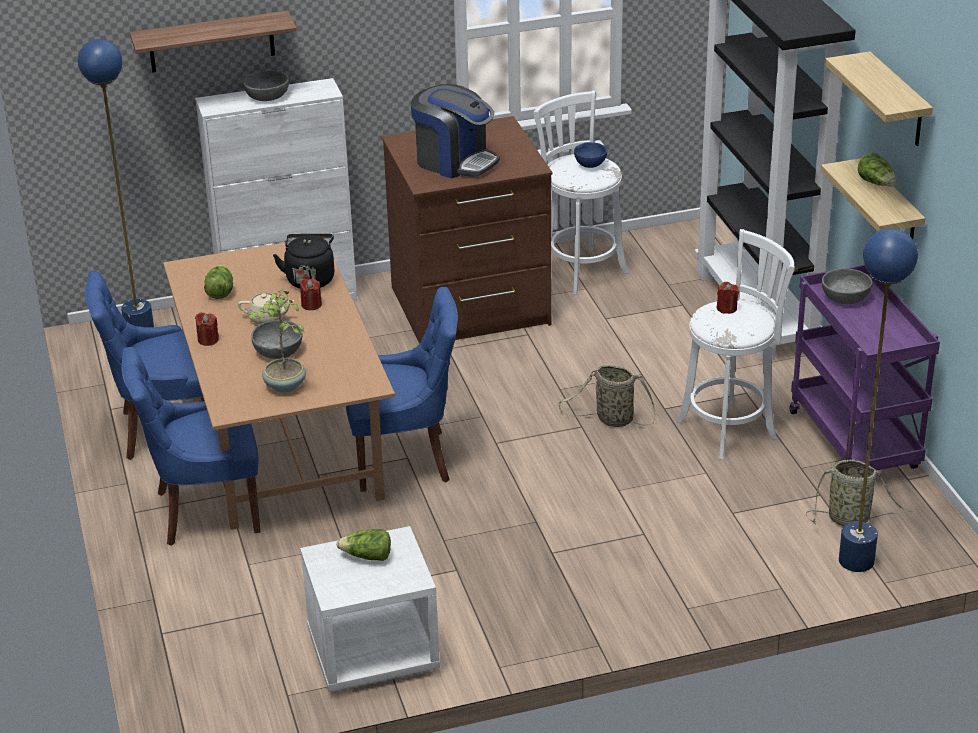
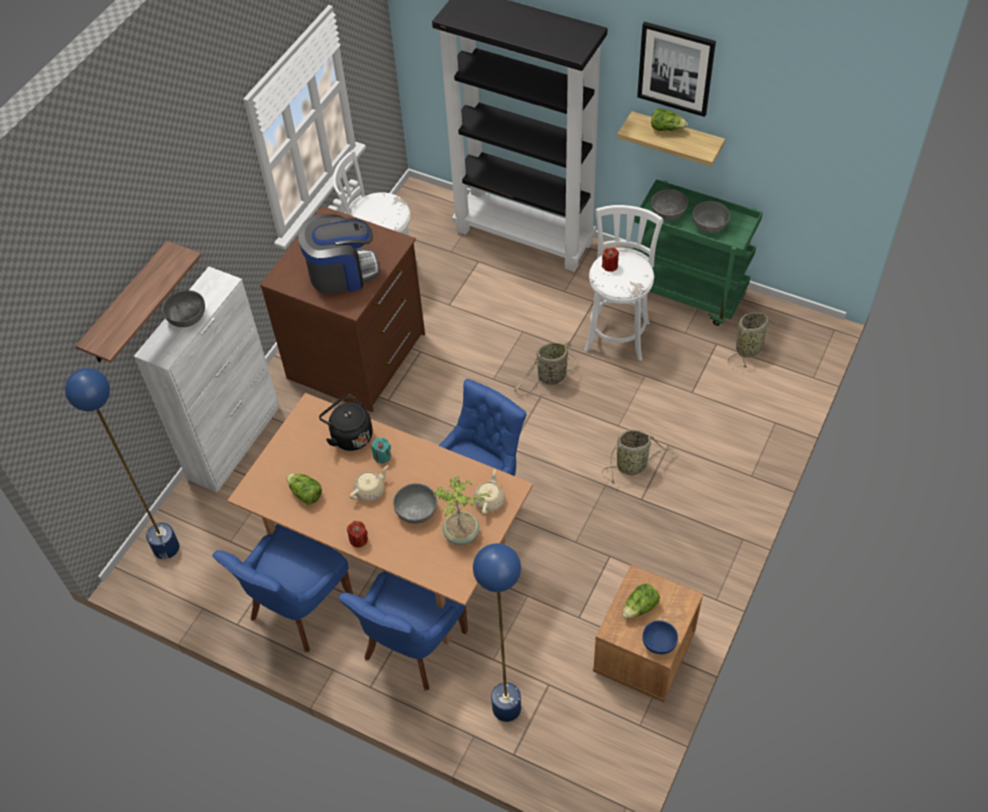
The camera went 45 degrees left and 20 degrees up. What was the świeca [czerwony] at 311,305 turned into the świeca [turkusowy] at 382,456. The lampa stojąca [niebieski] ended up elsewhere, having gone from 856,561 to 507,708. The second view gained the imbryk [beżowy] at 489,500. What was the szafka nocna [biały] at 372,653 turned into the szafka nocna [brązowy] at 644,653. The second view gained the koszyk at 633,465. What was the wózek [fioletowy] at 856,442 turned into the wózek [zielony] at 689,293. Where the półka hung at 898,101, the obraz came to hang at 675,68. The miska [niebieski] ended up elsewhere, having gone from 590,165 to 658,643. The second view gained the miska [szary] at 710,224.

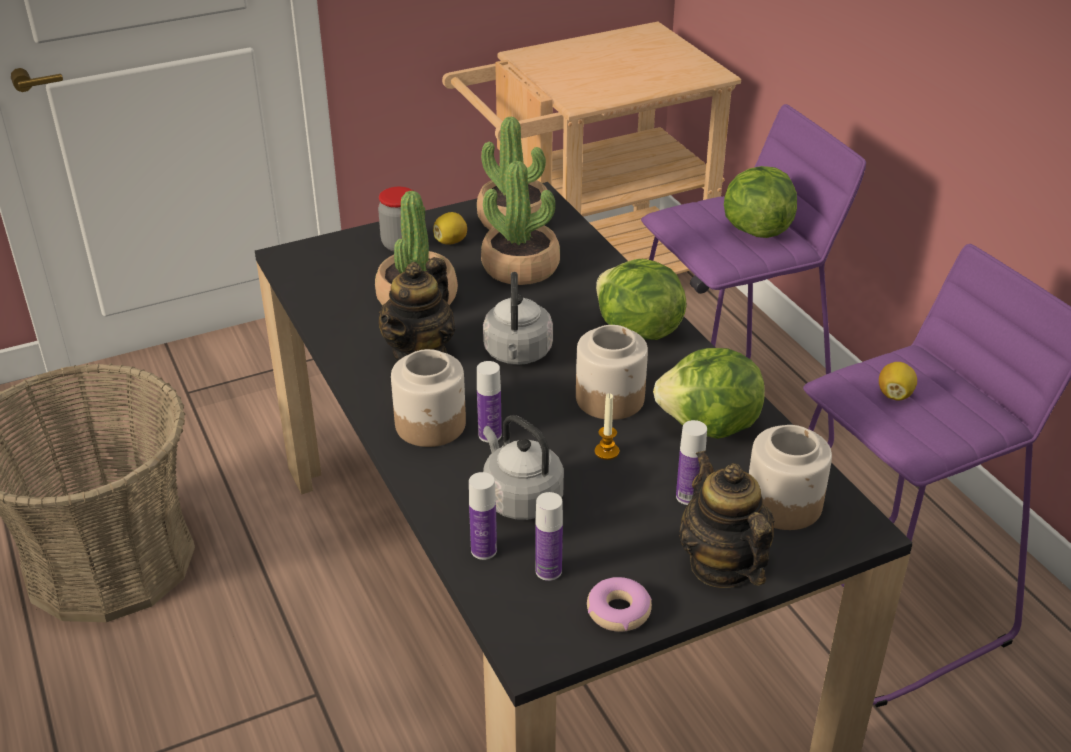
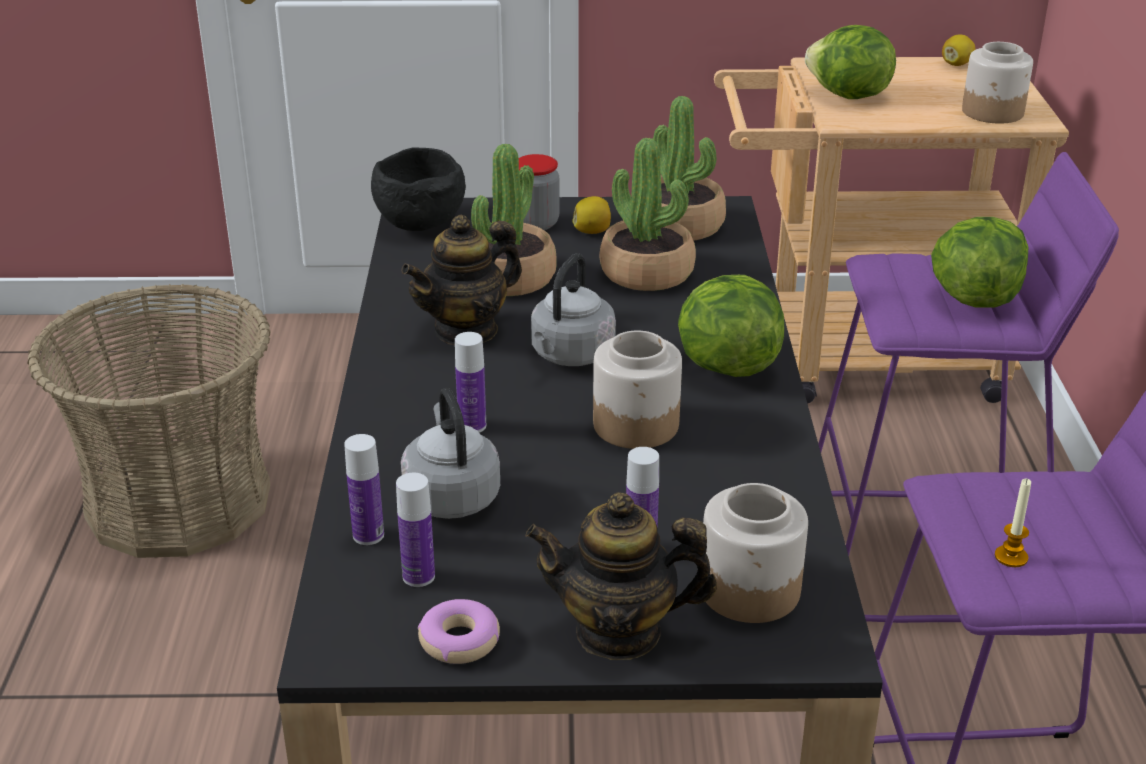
The camera went 25 degrees right and 5 degrees down. The second view gained the miska [czarny] at 418,223. The imbryk at 722,565 ended up facing another way, 90 degrees counterclockwise from before. The sałata ended up elsewhere, having gone from 709,427 to 848,96. The cytryna ended up elsewhere, having gone from 894,394 to 956,64. The słoik ended up elsewhere, having gone from 431,425 to 993,112. The świeca ended up elsewhere, having gone from 606,451 to 1011,557.

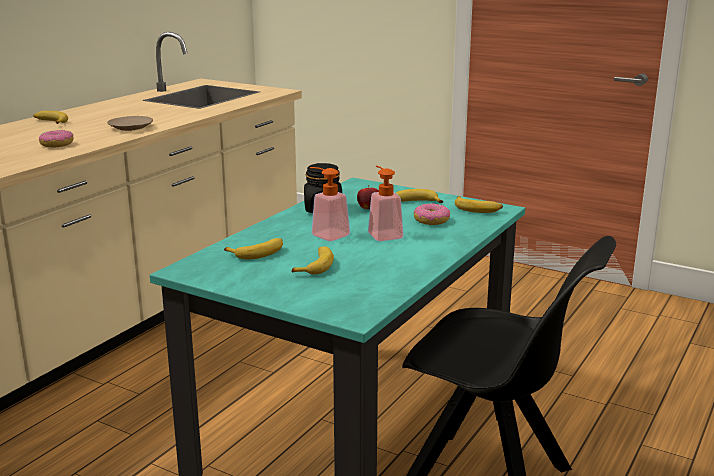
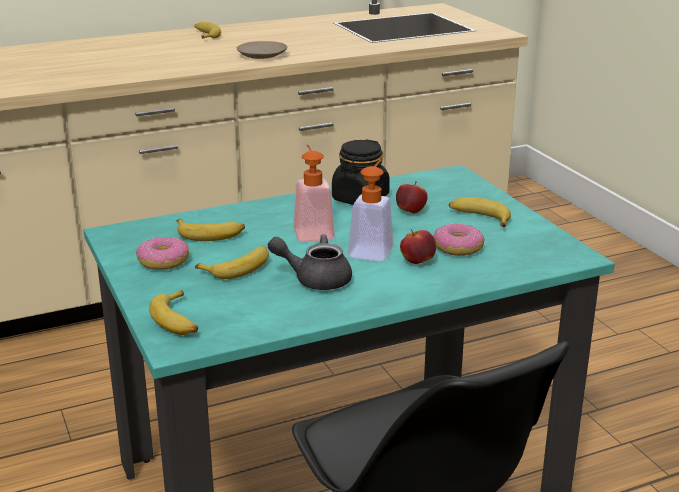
The camera went 35 degrees right and 5 degrees up. The donut ended up elsewhere, having gone from 57,144 to 164,261. The banan ended up elsewhere, having gone from 477,209 to 178,320. The second view gained the imbryk [szary] at 315,279. The second view gained the jabłko at 417,262.

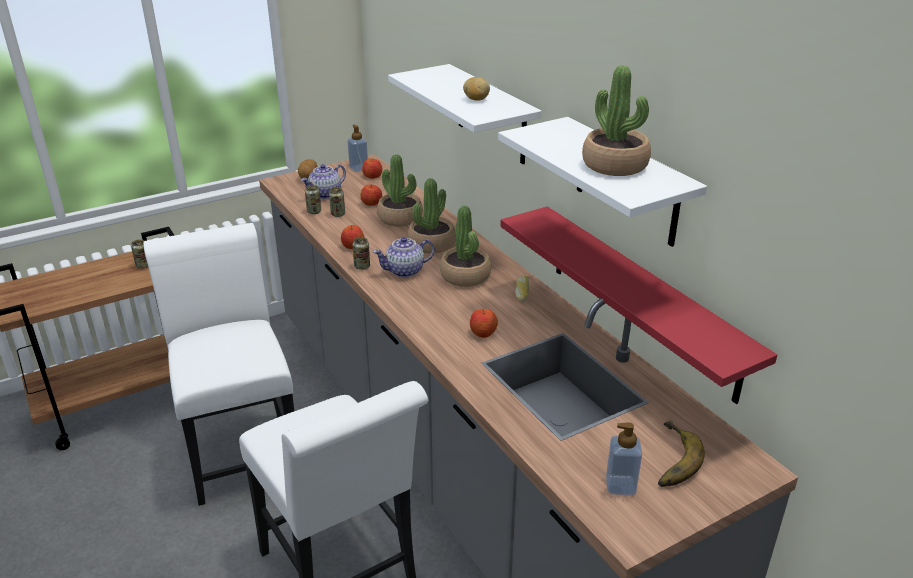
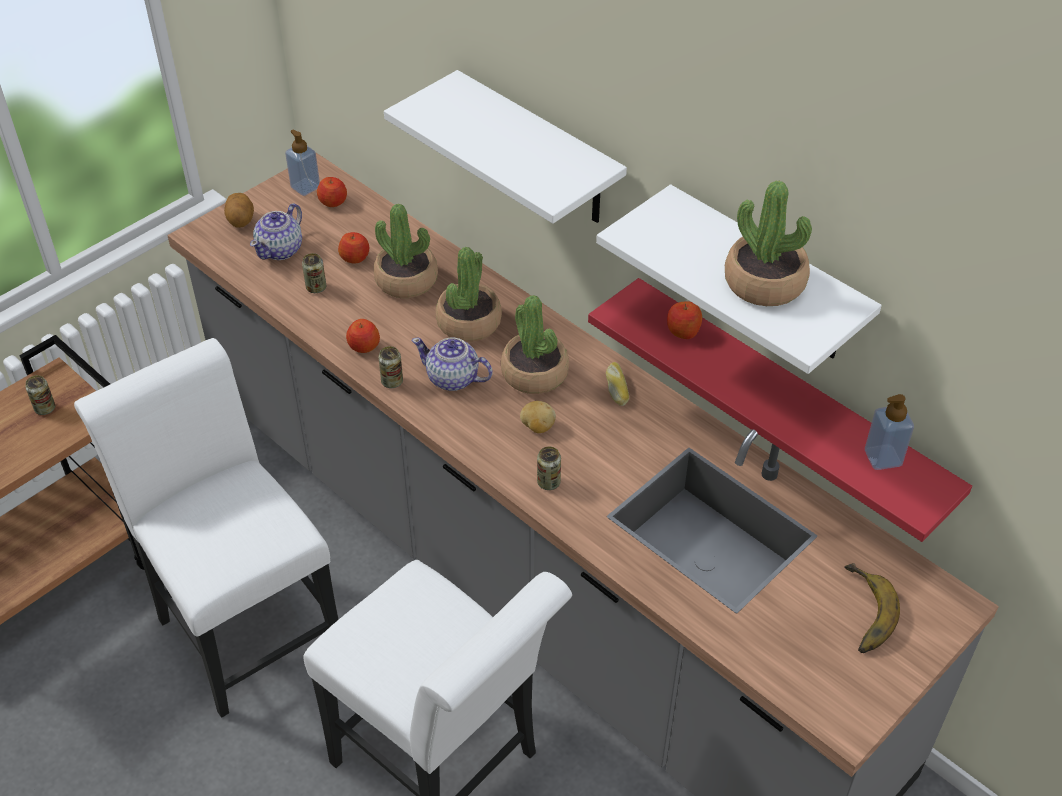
The camera went 15 degrees left and 15 degrees up. The imbryk at 405,271 ended up facing another way, 60 degrees clockwise from before. The ziemniak ended up elsewhere, having gone from 476,99 to 537,427. The puszka ended up elsewhere, having gone from 314,211 to 548,482. The jabłko ended up elsewhere, having gone from 483,332 to 683,331. The dozownik mydła ended up elsewhere, having gone from 620,485 to 883,457.

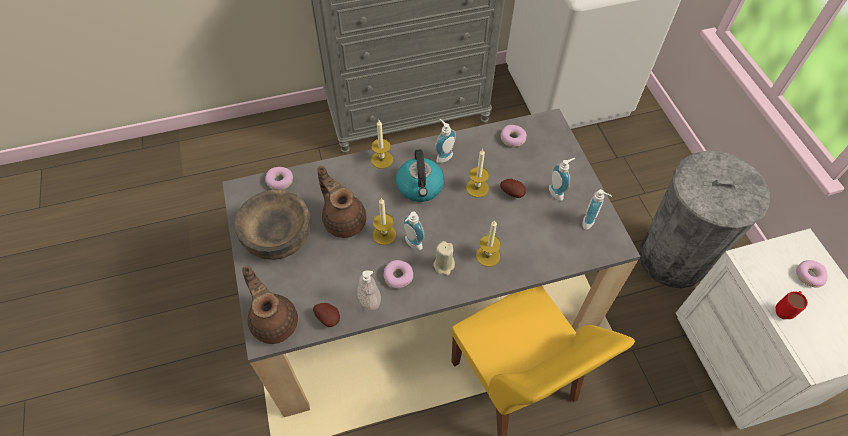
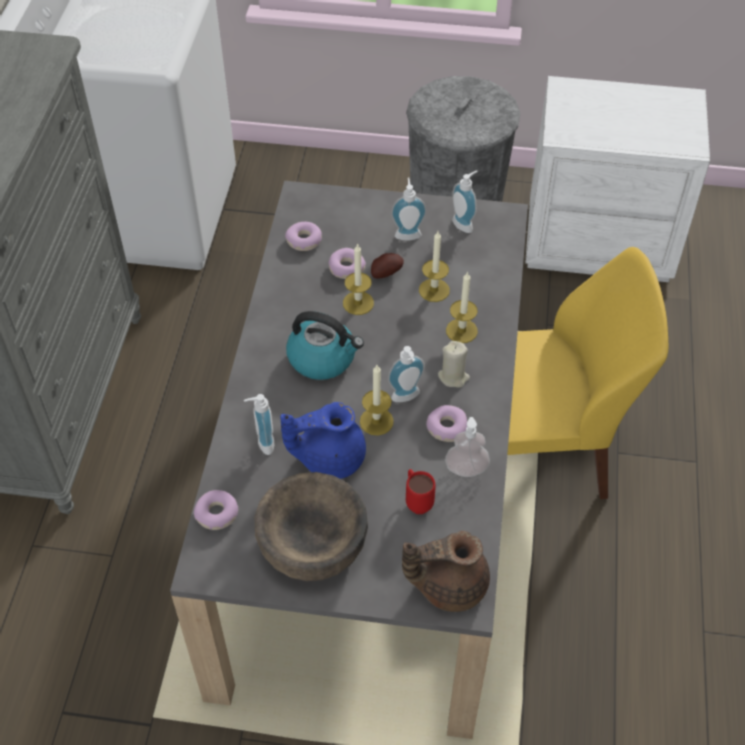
The camera went 65 degrees left and 5 degrees down. The dozownik mydła ended up elsewhere, having gone from 443,156 to 262,443. What was the imbryk [brązowy] at 344,220 turned into the imbryk [niebieski] at 329,457. The donut ended up elsewhere, having gone from 808,276 to 346,268. The kubek [czerwony] ended up elsewhere, having gone from 784,310 to 417,501. The świeca ended up elsewhere, having gone from 382,159 to 434,290. The second view lost the ziemniak at 329,318.

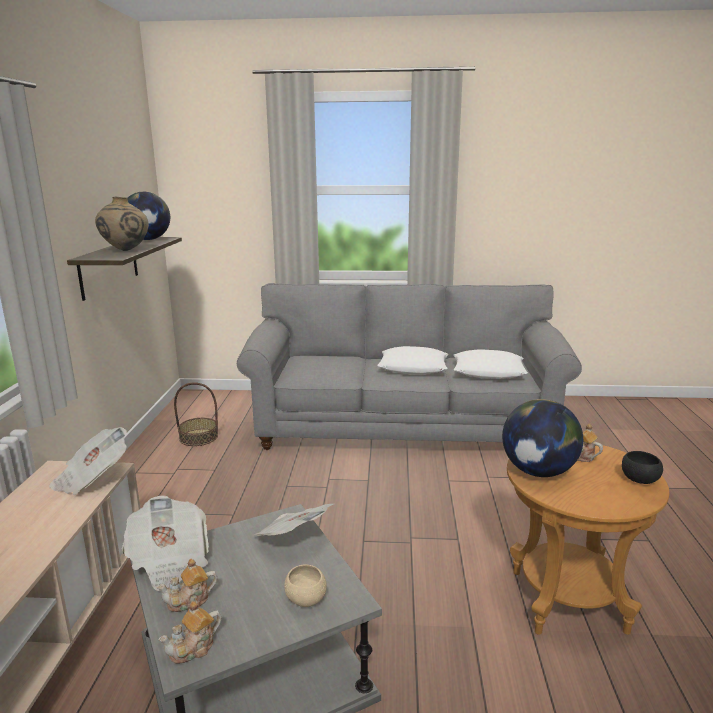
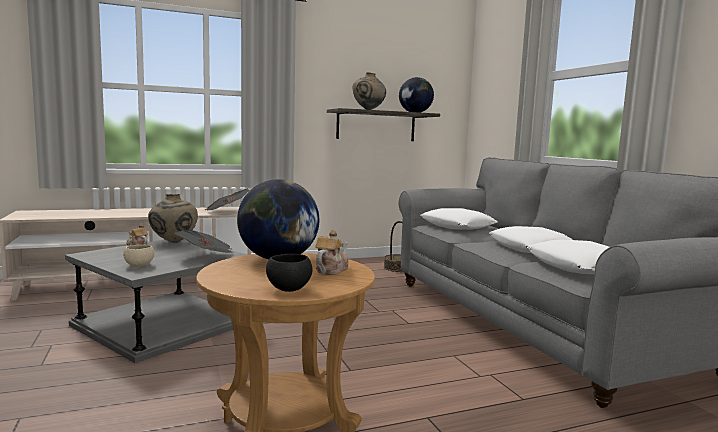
The camera went 65 degrees right and 10 degrees down. Where the gazeta stood at 169,561, the wazon [beżowy] came to stand at 173,242. The second view gained the poduszka [biały] at 457,226. The second view lost the imbryk at 193,648.

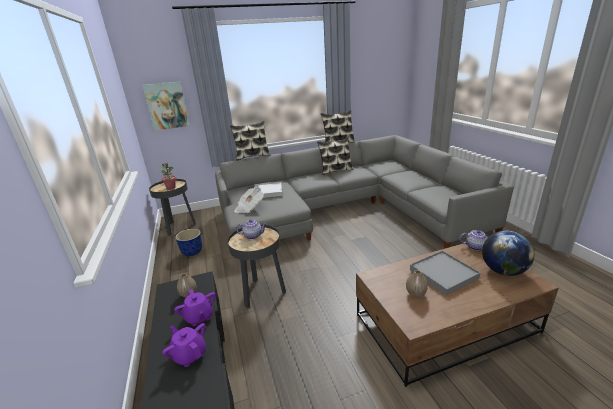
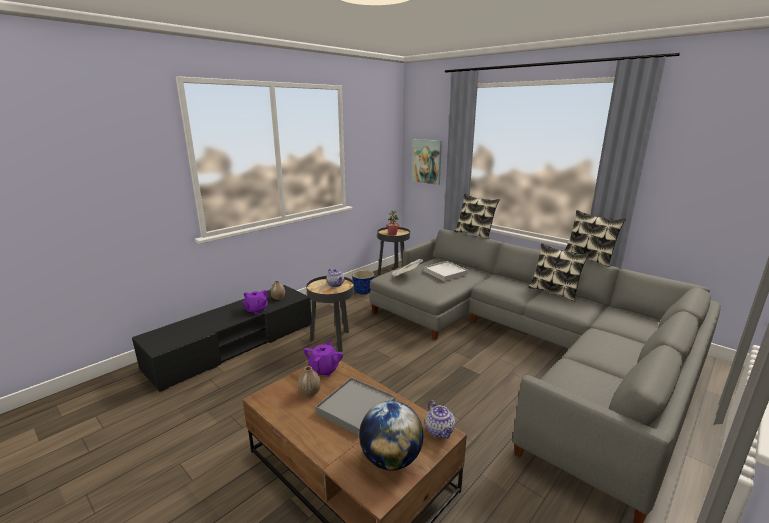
The camera went 60 degrees right and 5 degrees down. The imbryk [fioletowy] ended up elsewhere, having gone from 189,354 to 324,369.

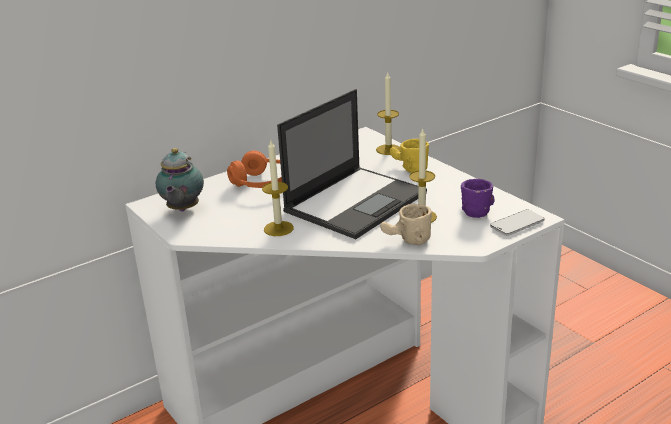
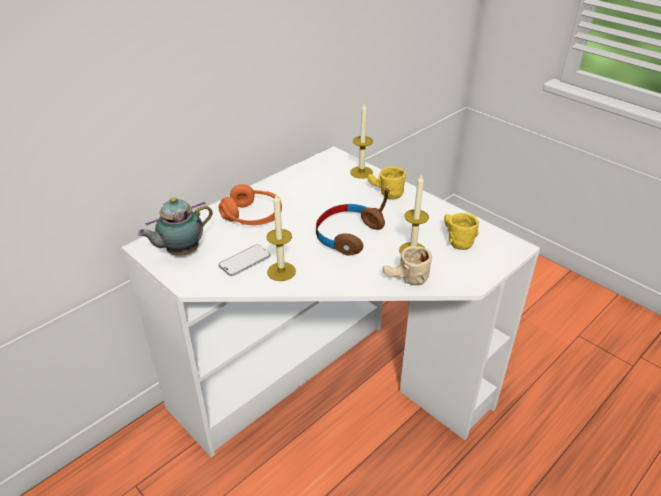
The camera went 10 degrees left and 10 degrees up. The imbryk at 182,210 ended up facing another way, 60 degrees clockwise from before. The telefon ended up elsewhere, having gone from 517,224 to 245,261. Where the laptop stood at 356,201, the słuchawki [brązowy] came to stand at 347,235. What was the kubek [fioletowy] at 470,209 turned into the kubek [żółty] at 454,239.

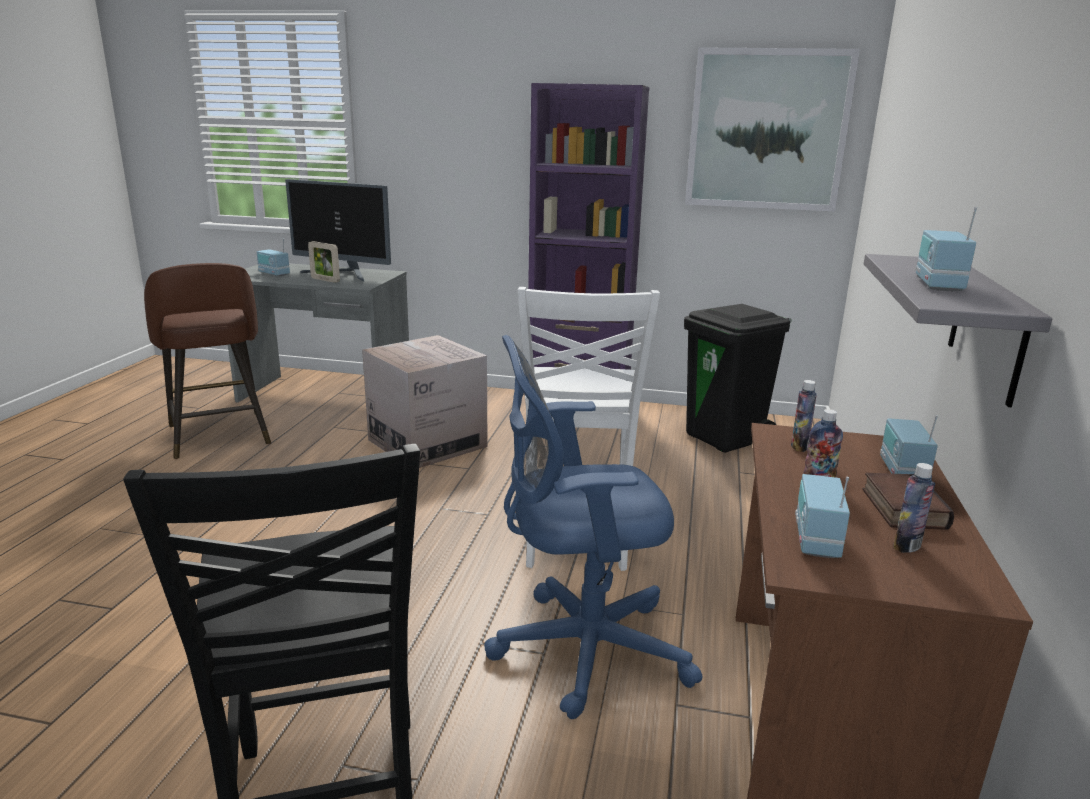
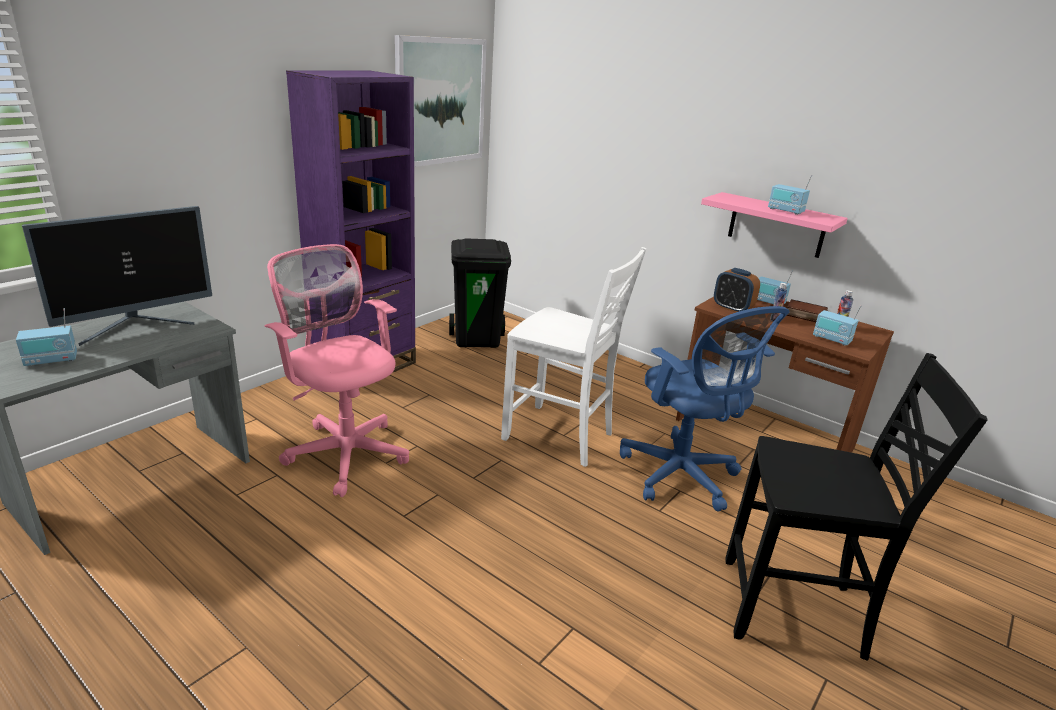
The camera went 65 degrees left and 5 degrees up. Where the karton stood at 427,443, the krzesło biurowe [różowy] came to stand at 345,451. The krzesło biurowe [niebieski] at 580,649 ended up facing another way, 45 degrees counterclockwise from before. What was the półka [szary] at 988,328 turned into the półka [różowy] at 776,225. Where the butelka stood at 799,446, the budzik came to stand at 732,308. The second view lost the stołek [brązowy] at 219,436. The second view lost the ramka na zdjęcie at 325,280.

